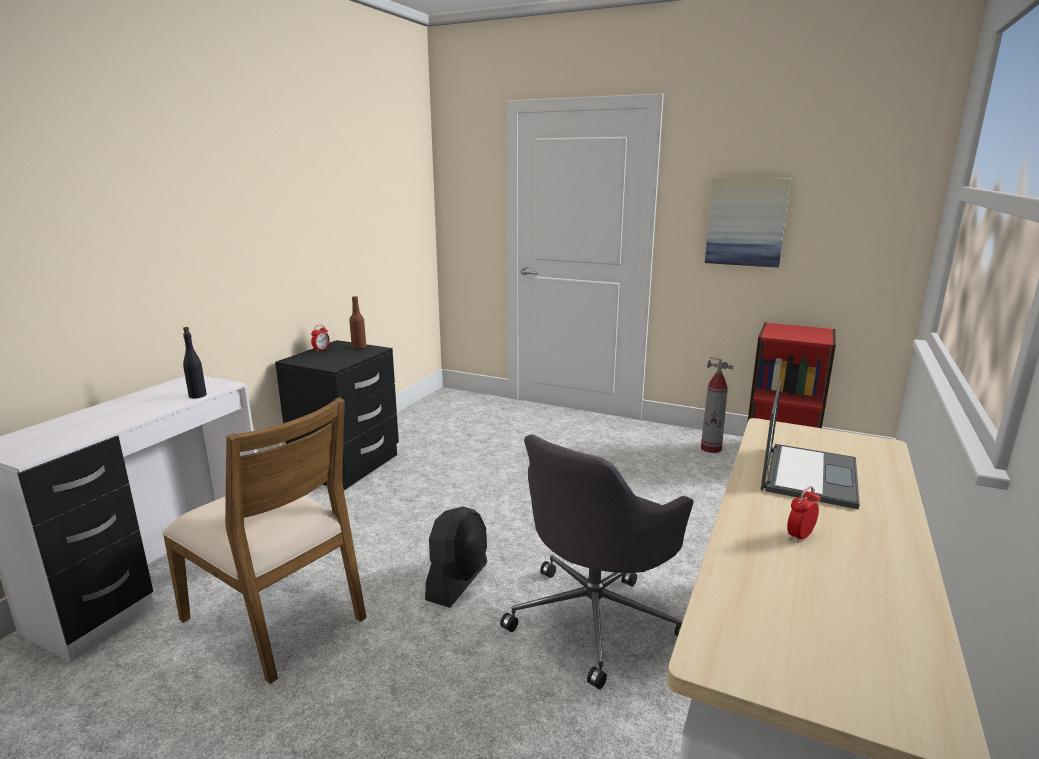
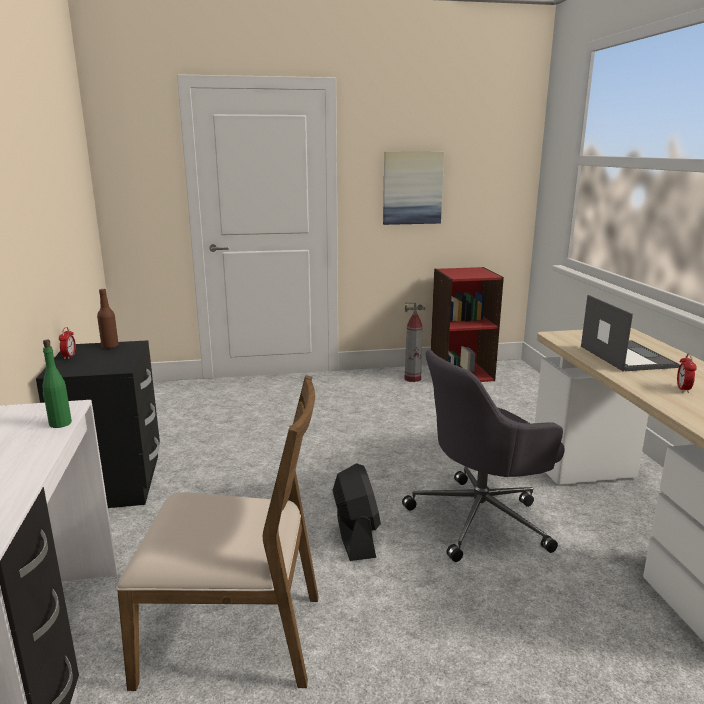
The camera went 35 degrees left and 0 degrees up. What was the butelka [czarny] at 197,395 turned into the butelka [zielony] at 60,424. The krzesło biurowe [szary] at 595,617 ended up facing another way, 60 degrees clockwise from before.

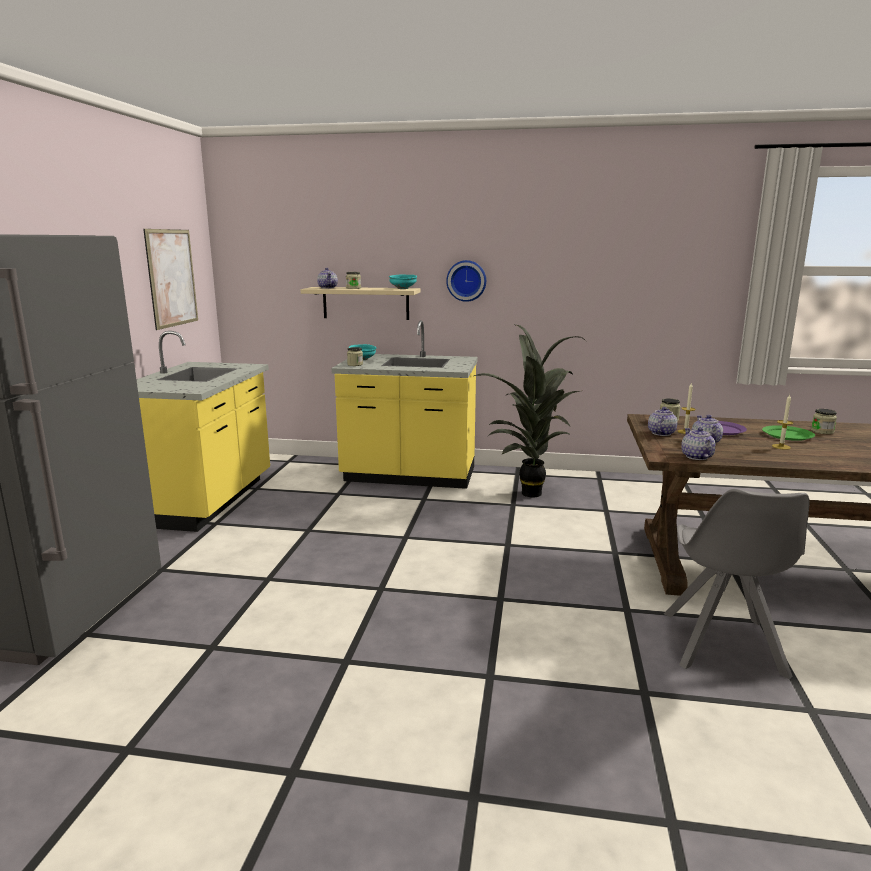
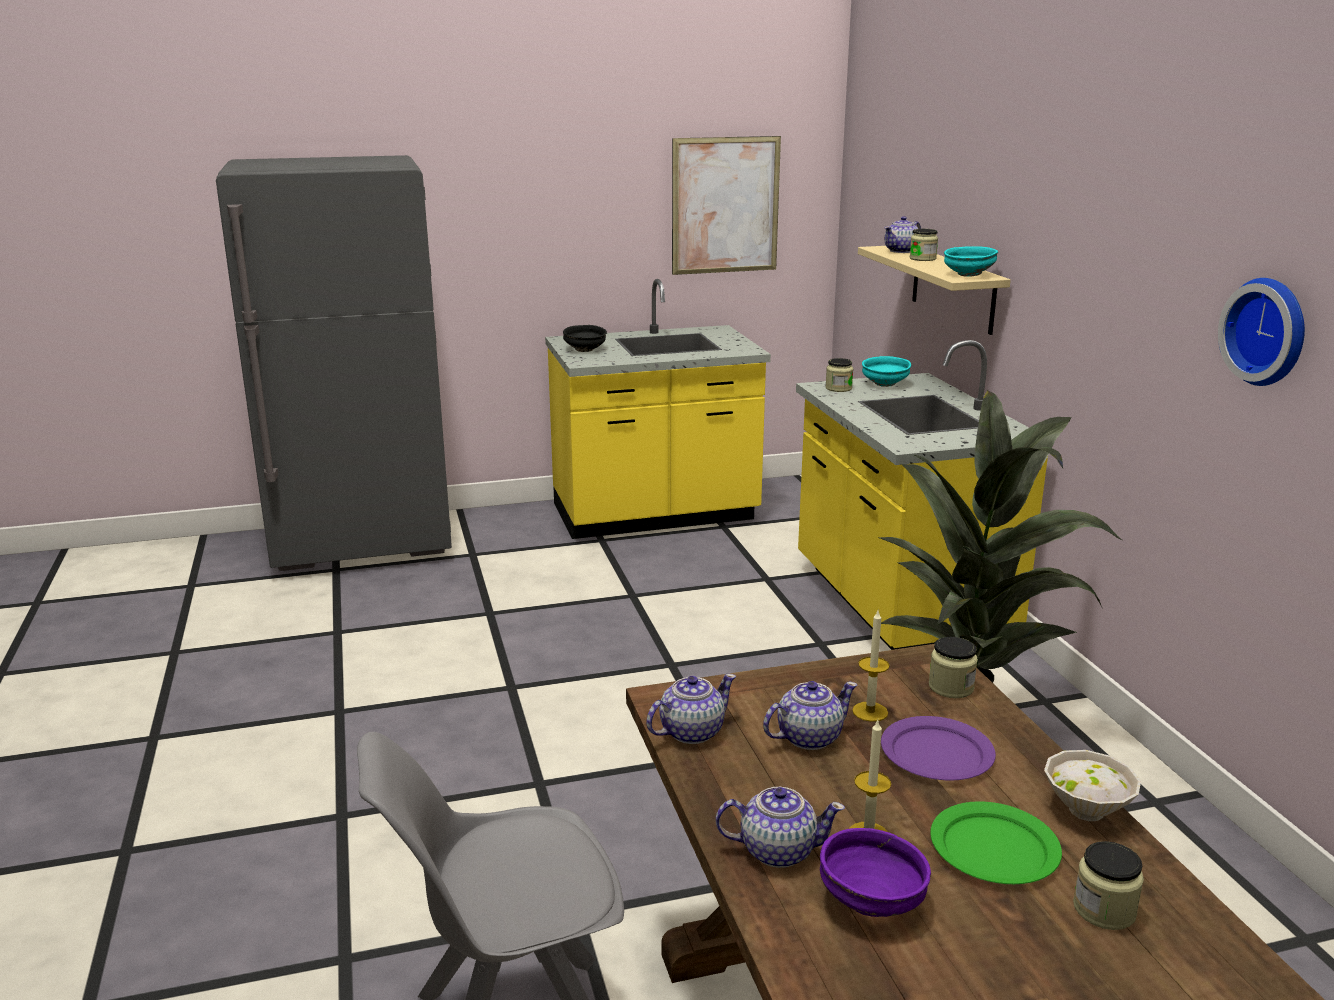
The camera went 65 degrees right and 5 degrees up. The second view gained the miska [czarny] at 585,350. The imbryk ended up elsewhere, having gone from 661,433 to 777,850. The second view gained the miska [fioletowy] at 873,901. The second view gained the miska [biały] at 1088,810. The zegar ścienny ended up elsewhere, having gone from 466,280 to 1269,331.

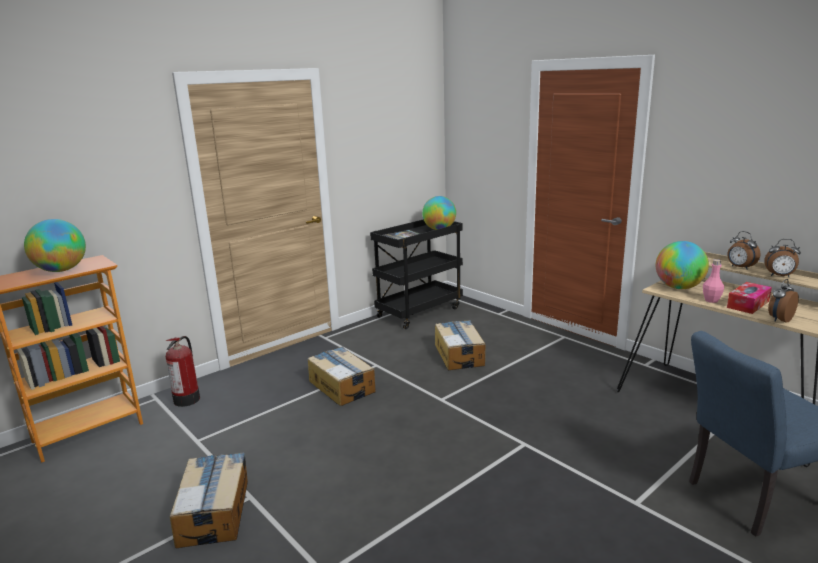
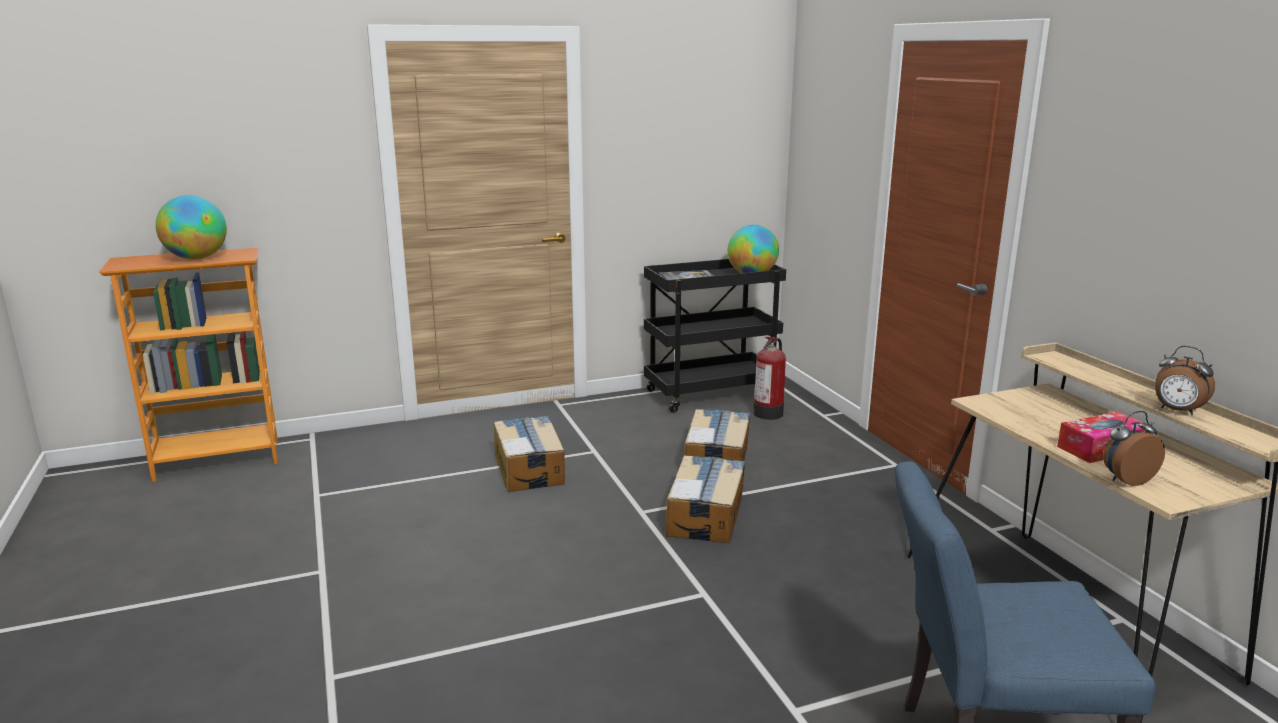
The camera went 20 degrees right and 0 degrees up. The karton ended up elsewhere, having gone from 214,511 to 706,515. The gaśnica ended up elsewhere, having gone from 187,398 to 769,413. The second view lost the globus at 678,287. The second view lost the butelka [różowy] at 711,300. The second view lost the budzik at 740,267.

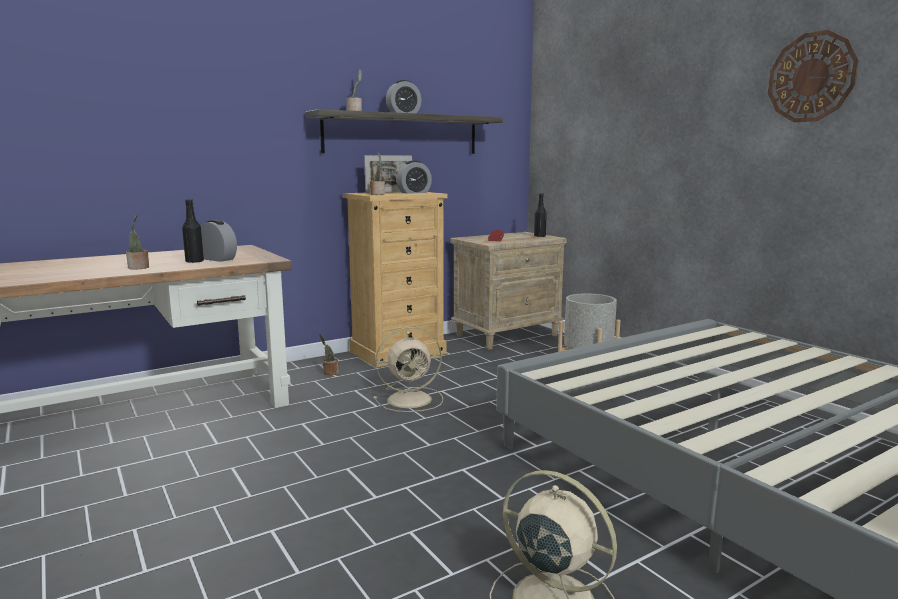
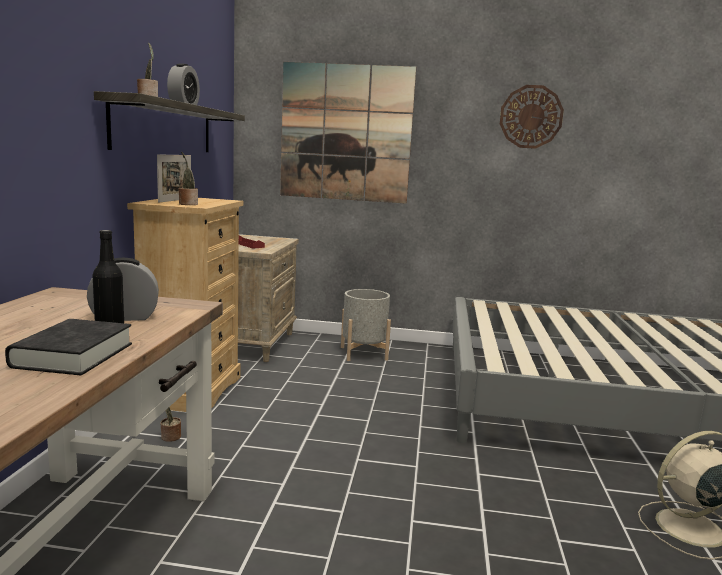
The camera went 50 degrees left and 0 degrees up. Where the roślina doniczkowa stood at 139,268, the książka [czarny] came to stand at 73,355. The second view gained the obraz at 346,133. The second view lost the wentylator [beżowy] at 411,399. The second view lost the budzik at 414,192. The second view lost the butelka [czarny] at 539,236.

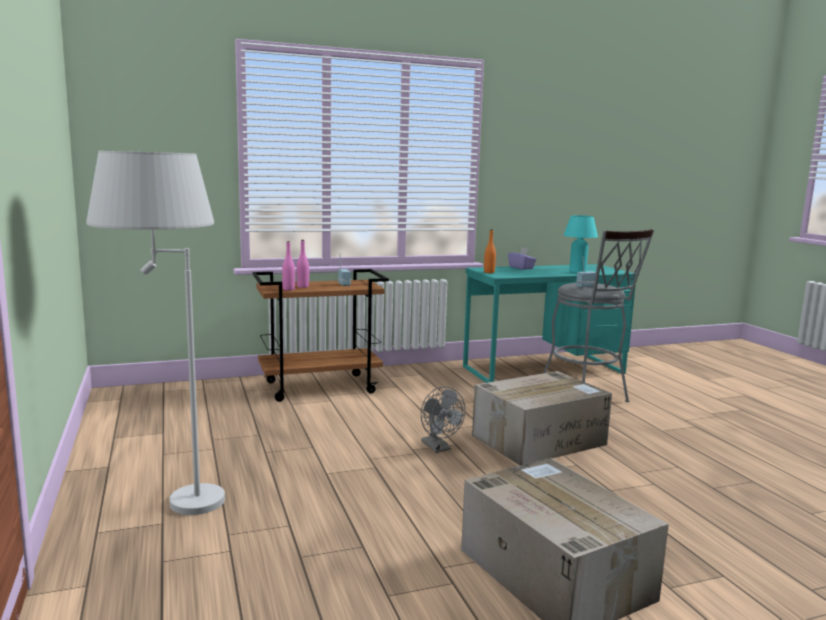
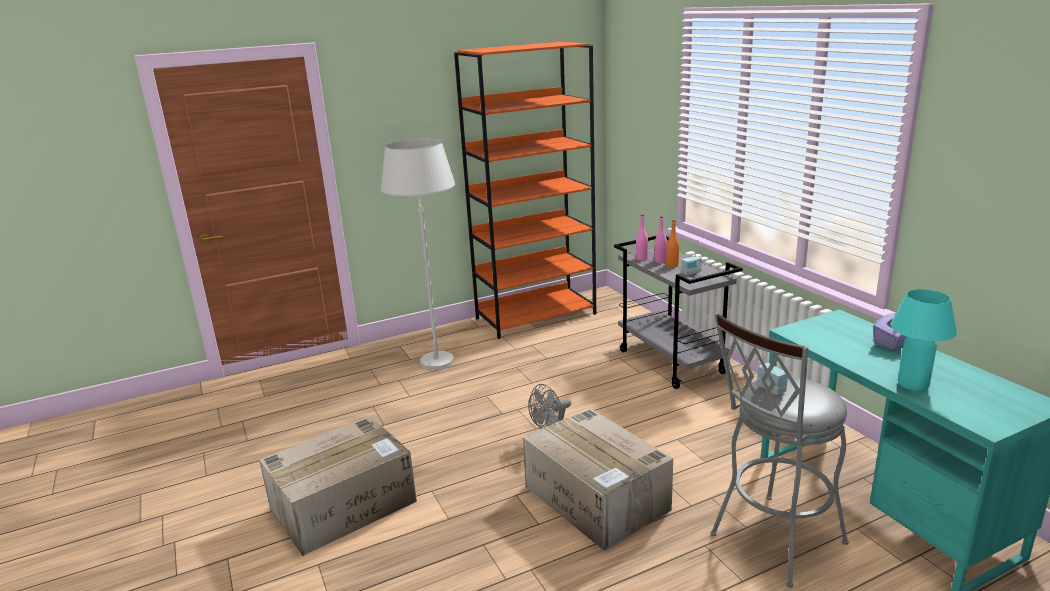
The camera went 85 degrees right and 10 degrees up. The second view gained the regał [pomarańczowy] at 536,316. What was the wózek [brązowy] at 321,387 turned into the wózek [szary] at 672,362. The butelka [pomarańczowy] ended up elsewhere, having gone from 489,272 to 672,265.

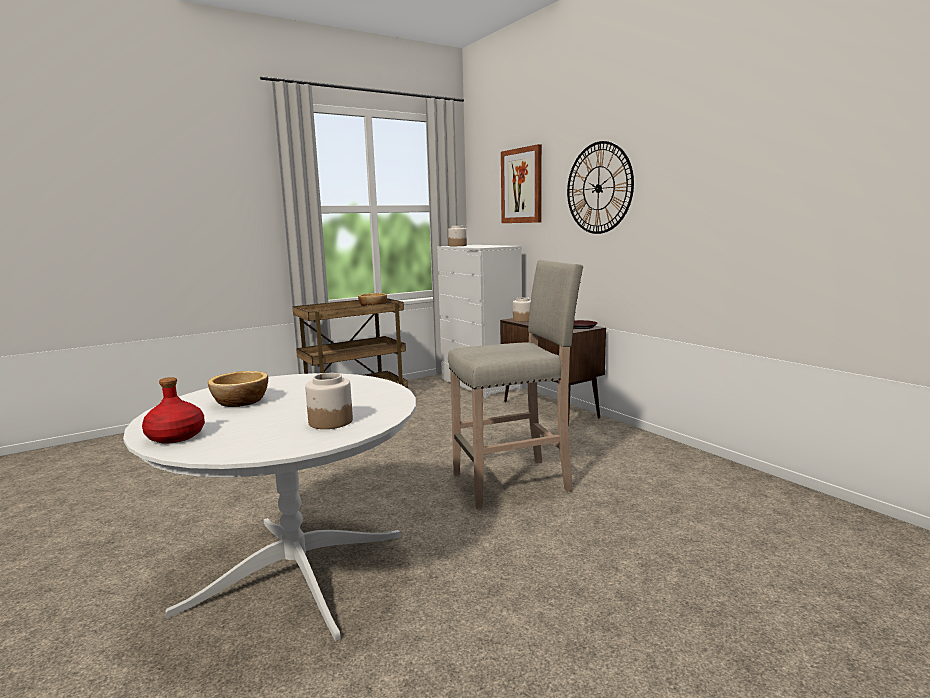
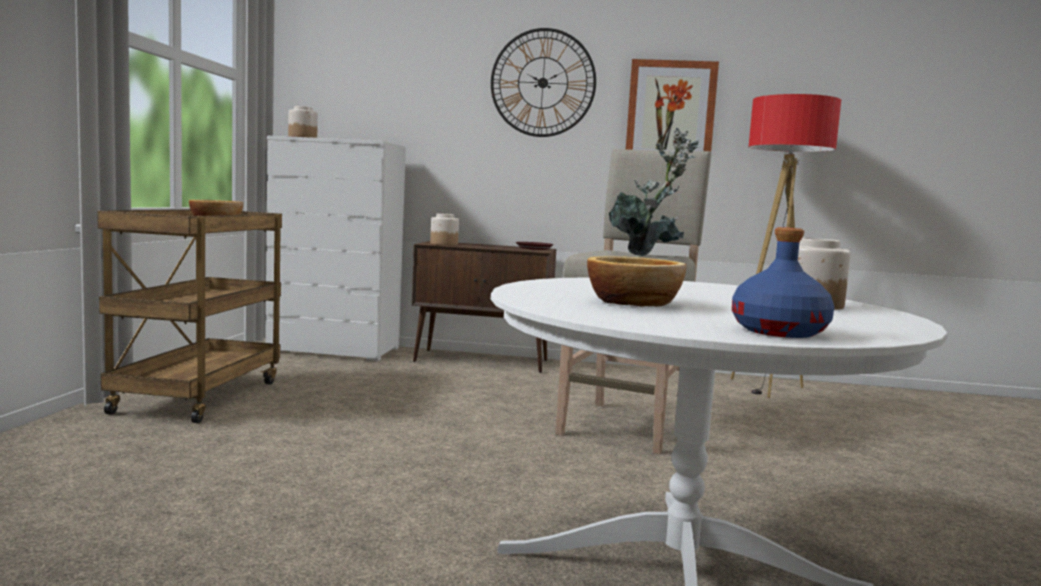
The camera went 50 degrees left and 5 degrees down. The second view gained the roślina doniczkowa at 647,255. The obraz ended up elsewhere, having gone from 522,186 to 670,113. The second view gained the lampa stojąca at 766,388. What was the butelka [czerwony] at 176,436 turned into the butelka [niebieski] at 780,331.

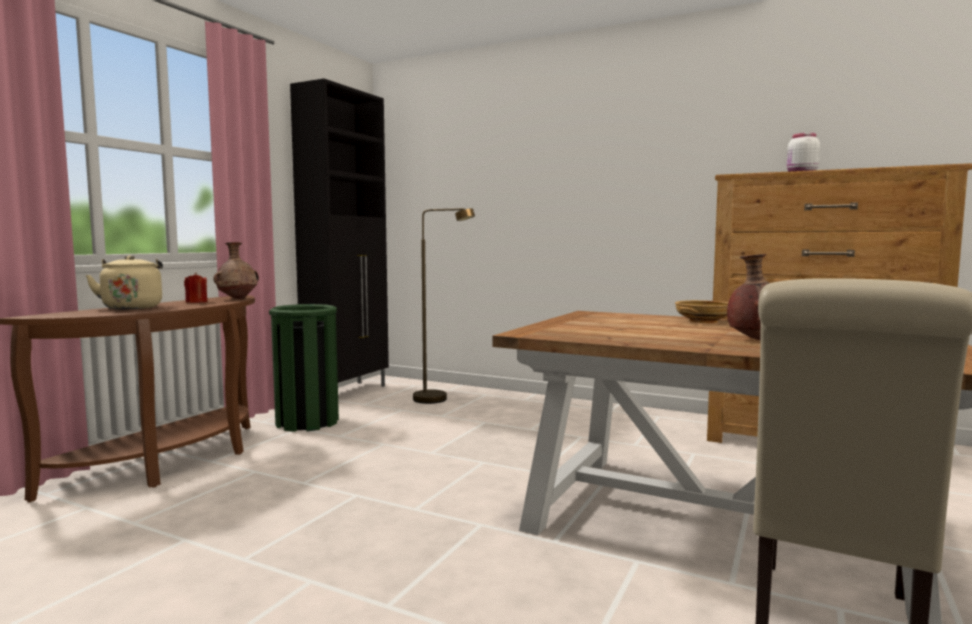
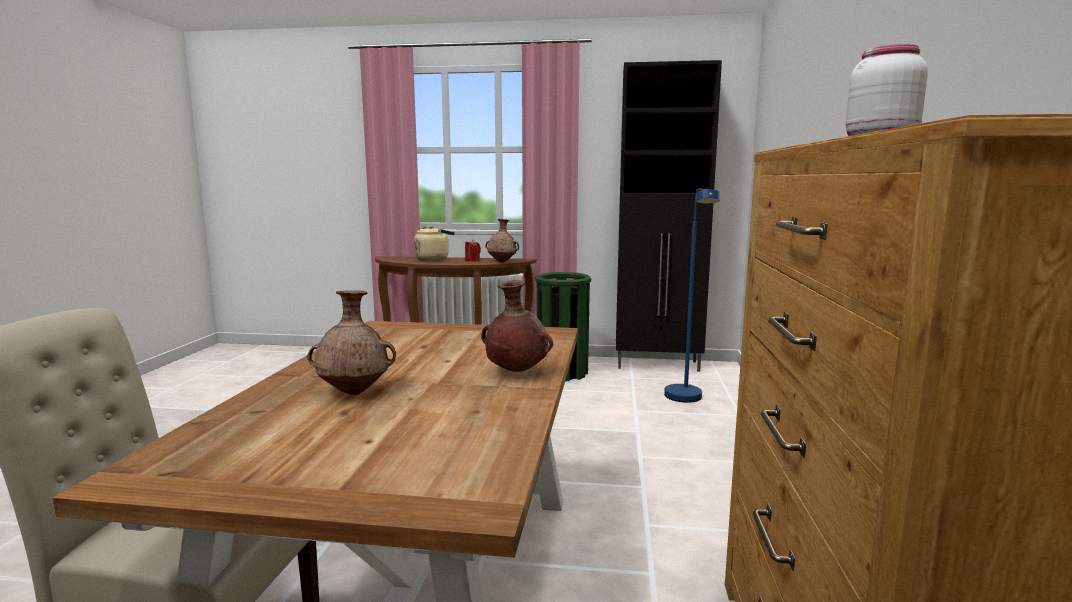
The camera went 70 degrees right and 5 degrees up. Where the miska [beżowy] stood at 703,321, the wazon [brązowy] came to stand at 516,372. What was the lampa stojąca [brązowy] at 439,400 turned into the lampa stojąca [niebieski] at 686,399.

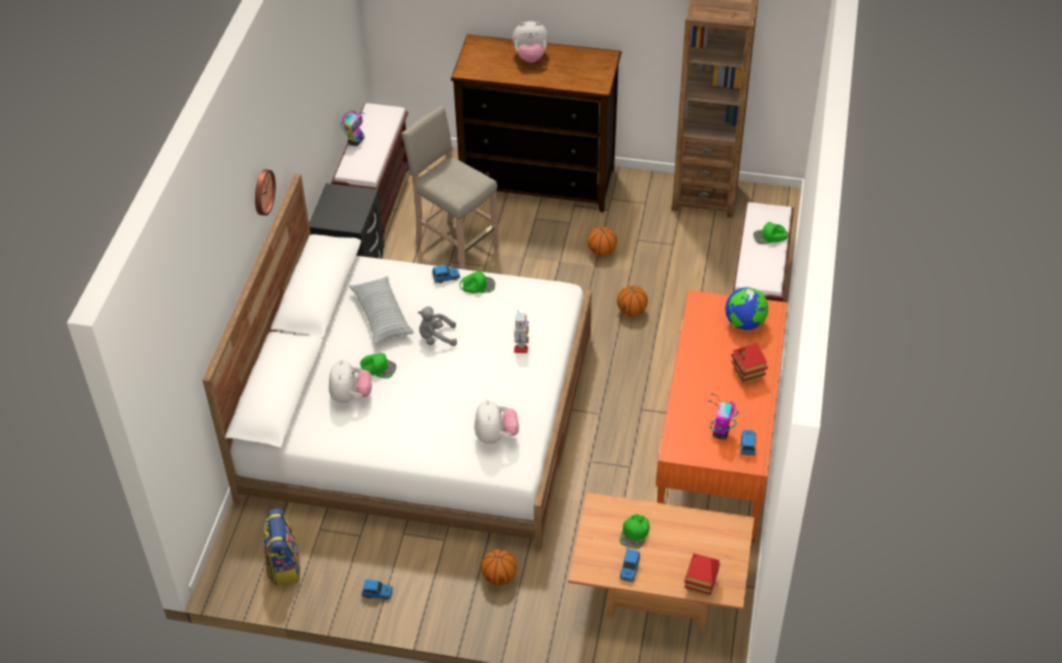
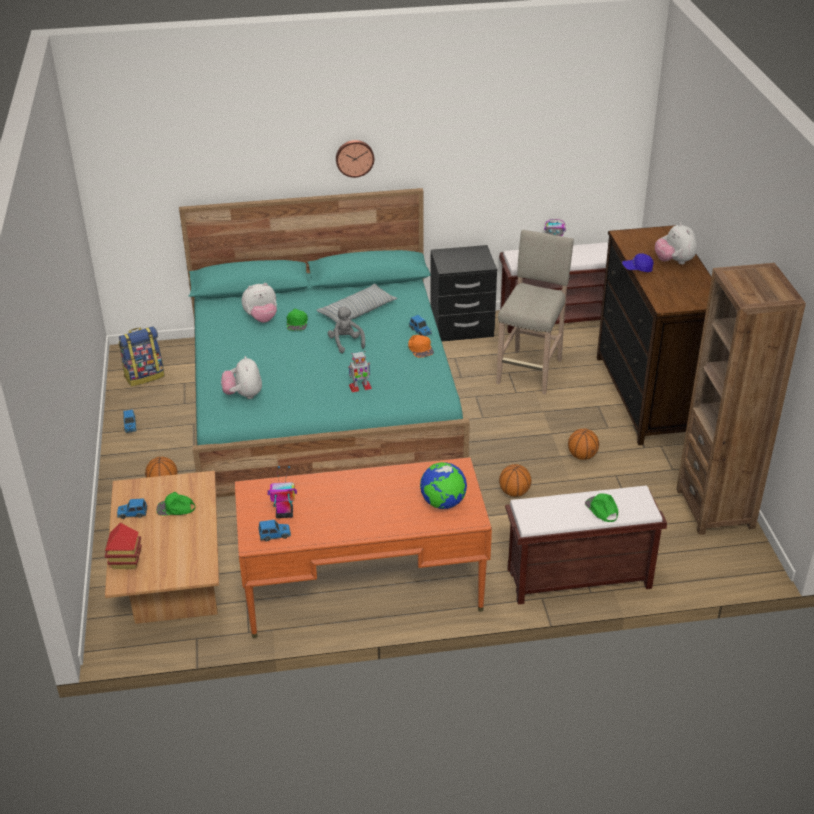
The camera went 70 degrees right and 10 degrees down. What was the łóżko [biały] at 419,414 turned into the łóżko [turkusowy] at 322,400. The pluszak at 496,436 ended up facing another way, 105 degrees clockwise from before. What was the czapka z daszkiem [zielony] at 477,285 turned into the czapka z daszkiem [pomarańczowy] at 420,348. The second view gained the czapka z daszkiem [niebieski] at 637,268. The second view lost the domek at 747,374.

